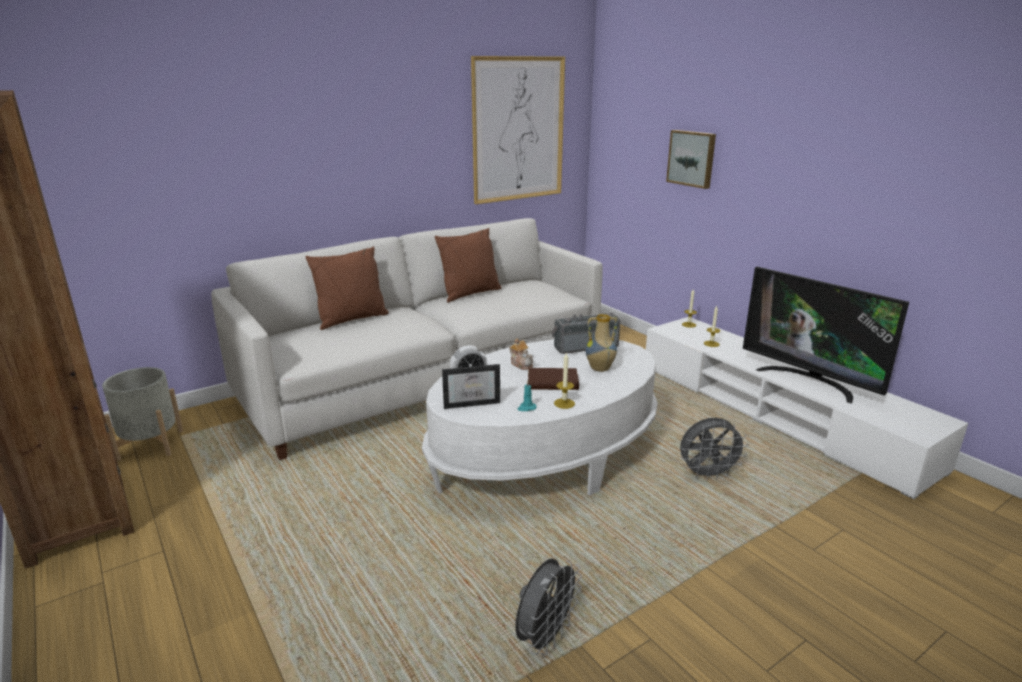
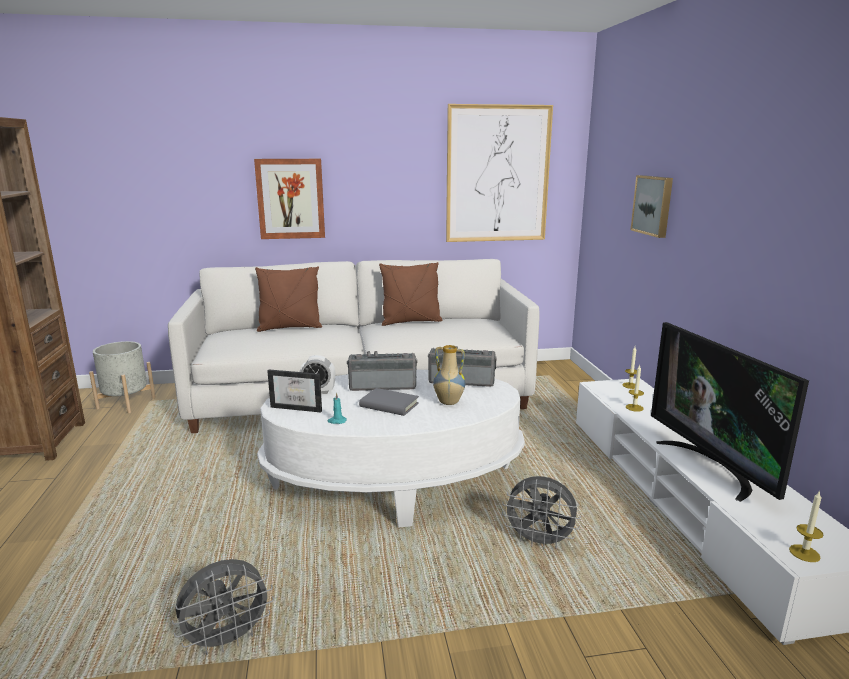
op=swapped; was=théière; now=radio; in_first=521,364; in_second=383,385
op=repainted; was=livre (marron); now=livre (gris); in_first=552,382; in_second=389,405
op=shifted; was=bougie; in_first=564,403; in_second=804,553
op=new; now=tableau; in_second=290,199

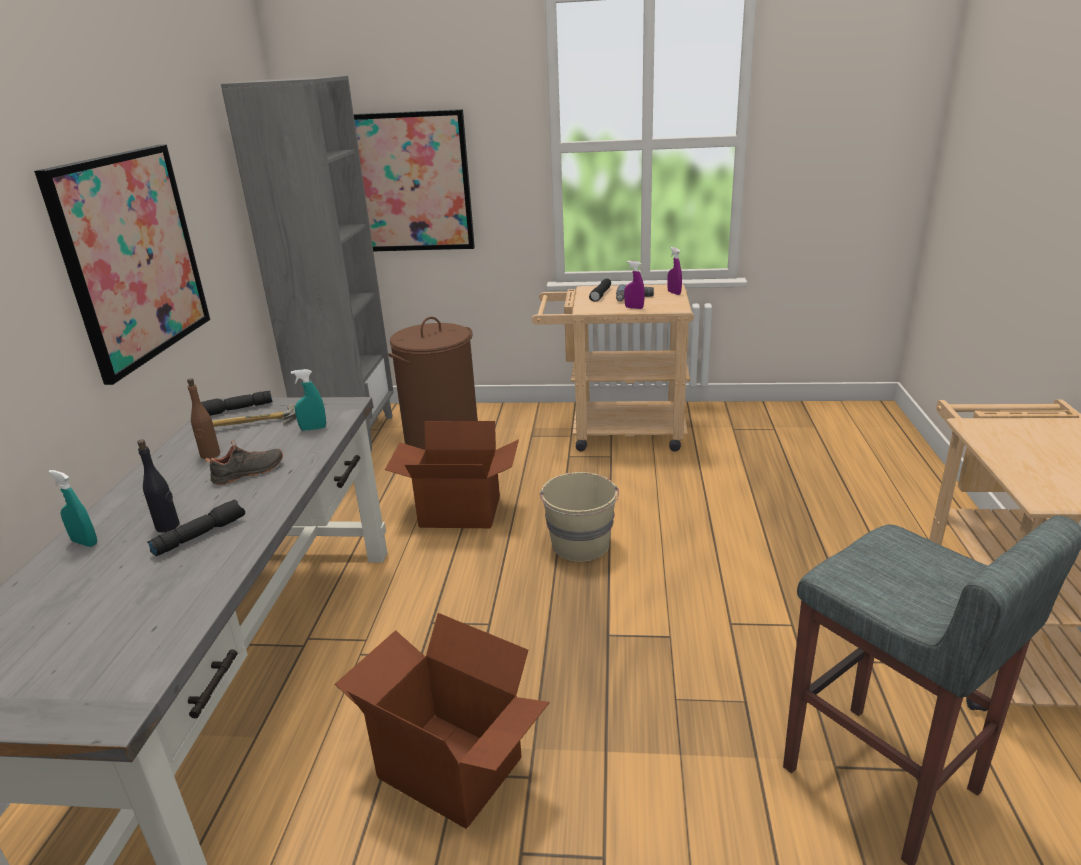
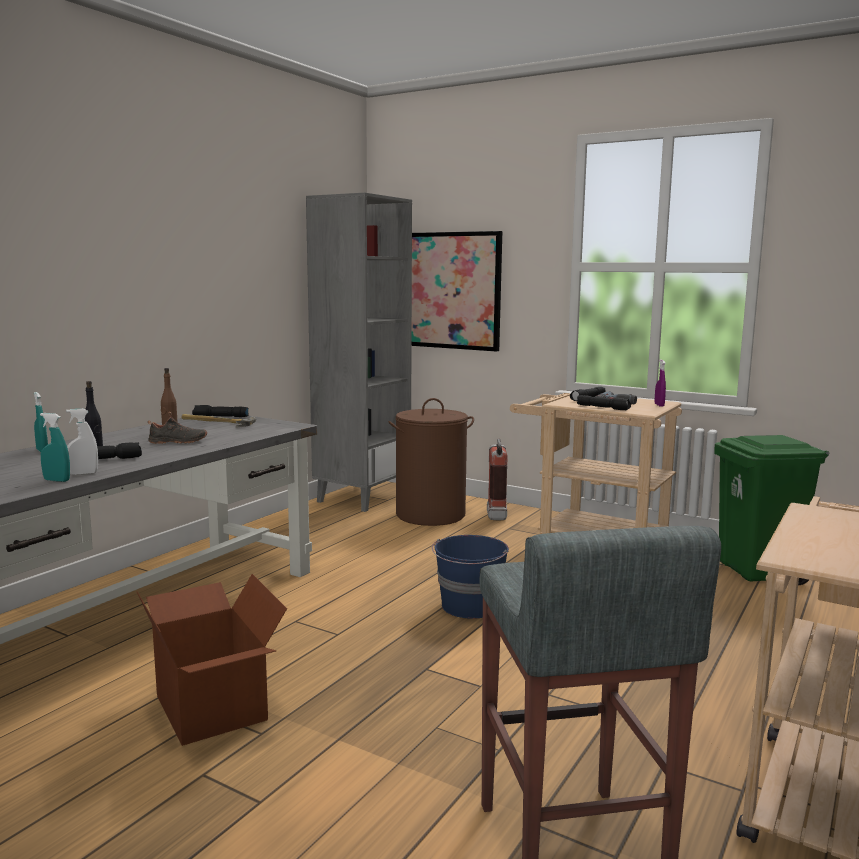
op=gone; was=tableau; in_first=132,257
op=shifted; was=vaporisateur (turquoise); in_first=313,428; in_second=56,480
op=gone; was=carton; in_first=459,512
op=repainted; was=seau (beige); now=seau (bleu); in_first=581,545; in_second=470,606
op=swapped; was=vaporisateur (violet); now=lampe de poche (noir); in_first=634,308; in_second=603,408
op=new; now=vaporisateur (blanc); in_second=83,474
op=new; now=extincteur; in_second=496,514
op=new; now=poubelle (vert); in_second=759,571

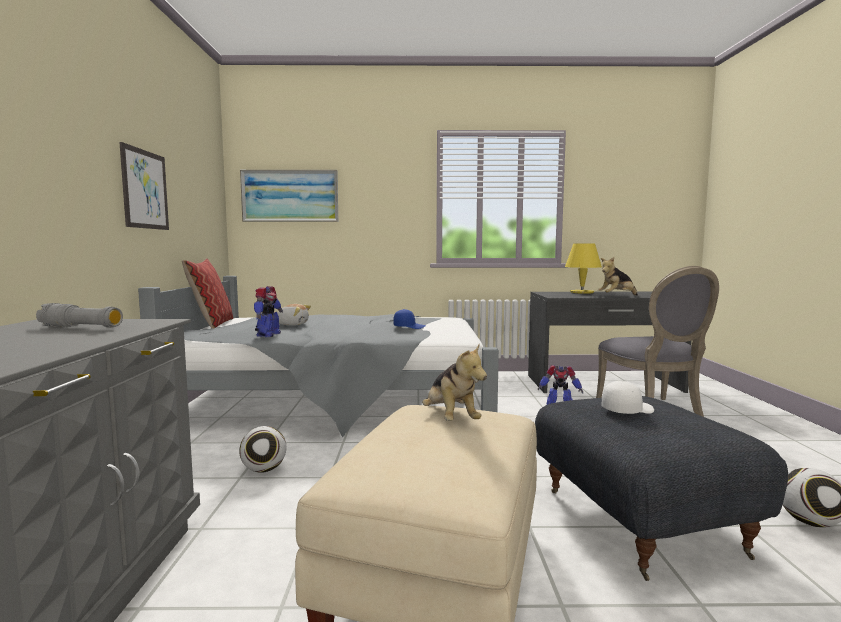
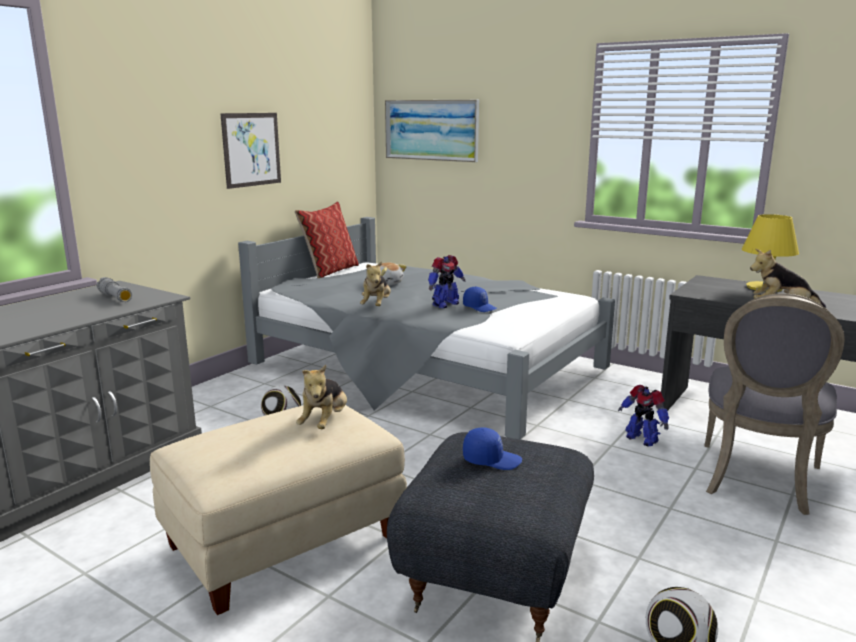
op=shifted; was=robot jouet; in_first=268,335; in_second=444,304
op=repainted; was=casquette (blanc); now=casquette (bleu); in_first=626,410; in_second=491,459
op=new; now=peluche; in_second=376,306

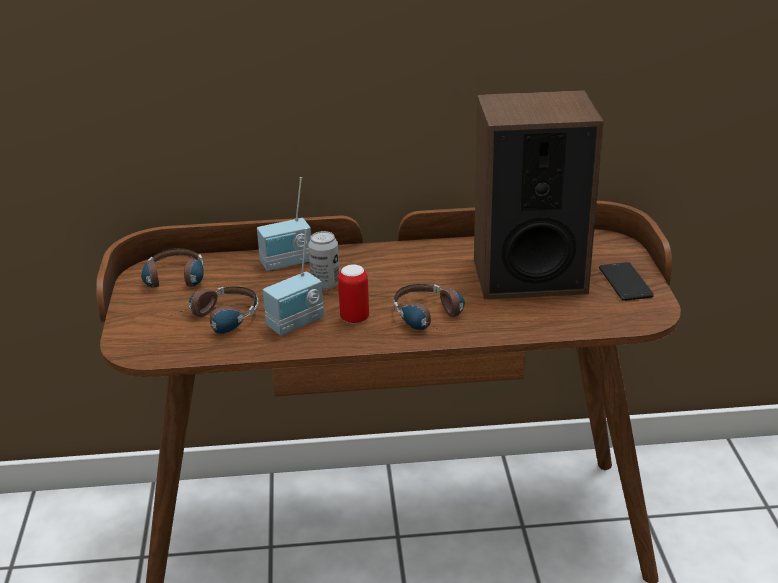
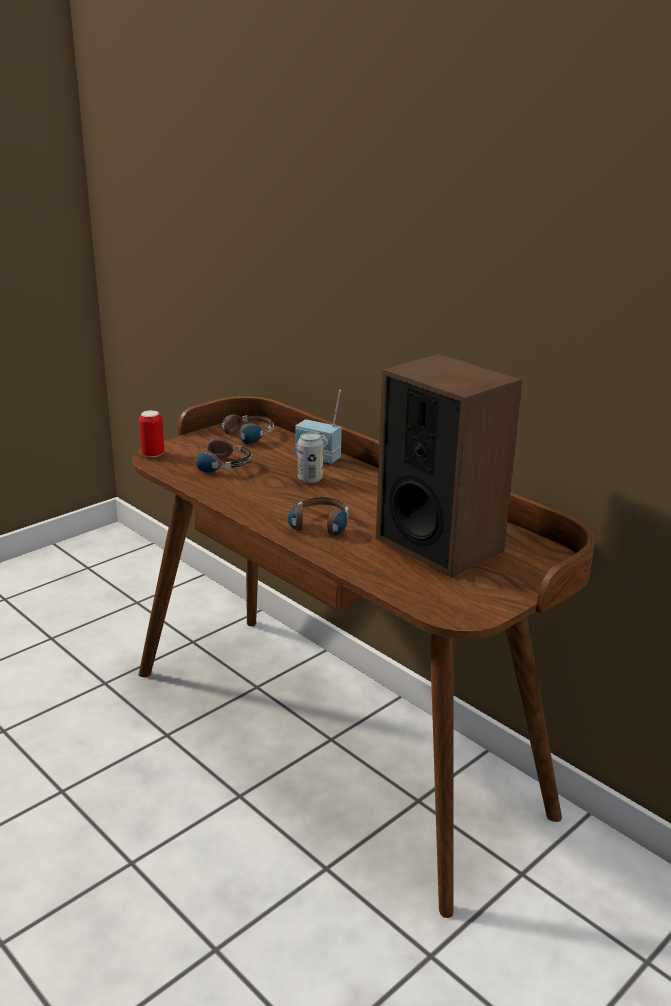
op=gone; was=radio; in_first=297,324
op=shifted; was=boîte métallique; in_first=354,318; in_second=153,454
op=gone; was=téléphone; in_first=625,282

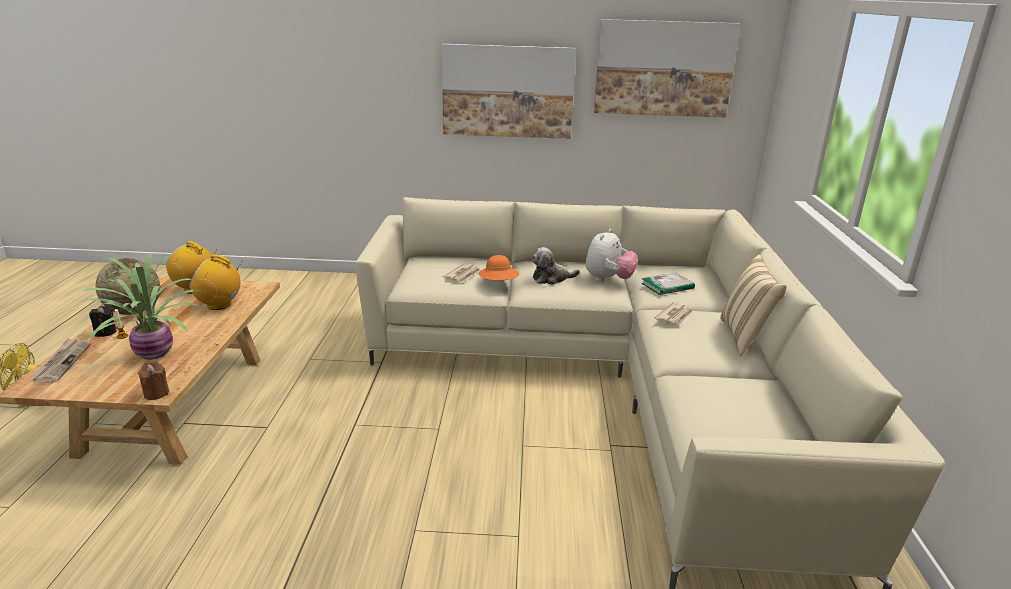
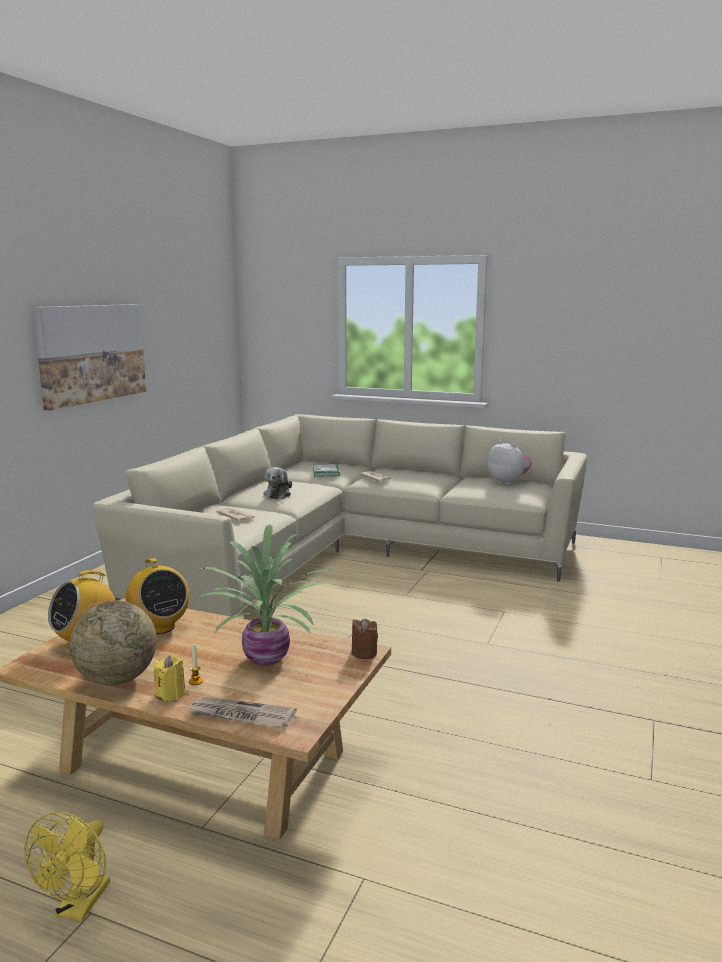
op=repainted; was=bougie (noir); now=bougie (jaune); in_first=105,332; in_second=171,694
op=rotated; was=radio; in_first=219,305; in_second=159,627; clockwise=-60
op=gone; was=chapeau (orange); in_first=498,283
op=shifted; was=peluche; in_first=608,280; in_second=508,482
op=gone; was=tableau; in_first=664,68
op=gone; was=coussin (beige); in_first=745,337

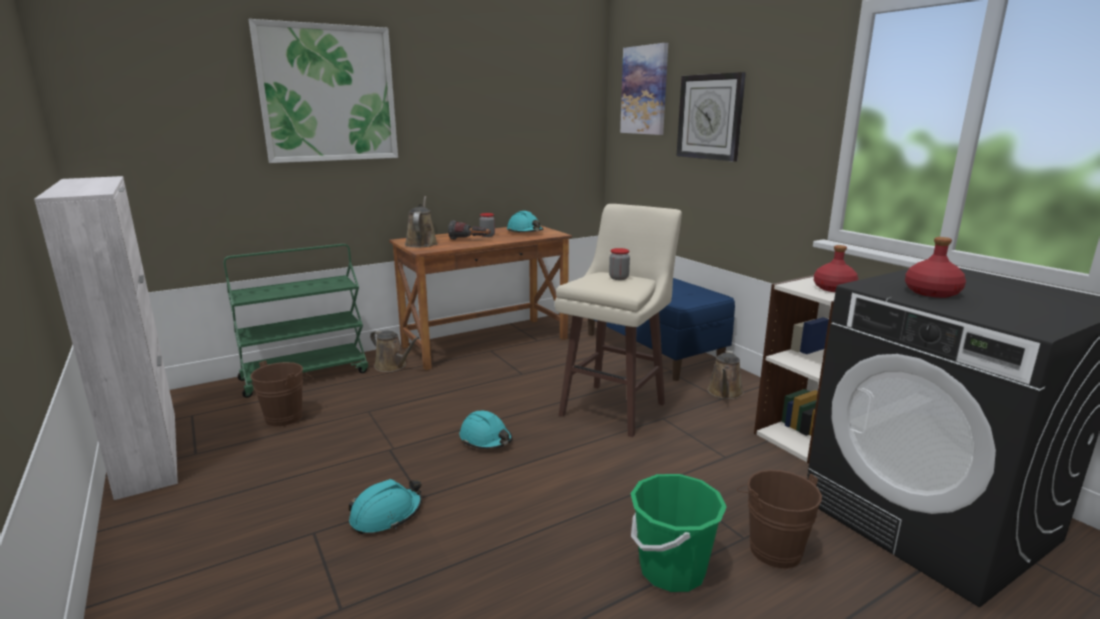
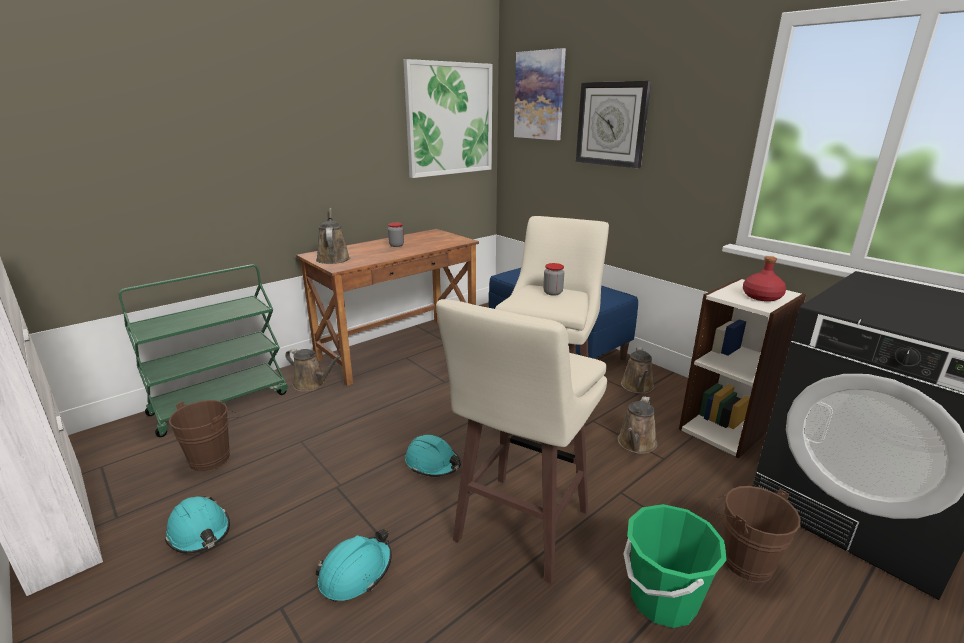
op=shifted; was=tableau; in_first=328,94; in_second=450,119
op=gone; was=lampe de poche; in_first=470,240
op=shifted; was=casque de chantier (turquoise); in_first=525,232; in_second=200,532
op=gone; was=bouteille (rouge); in_first=931,292
op=new; now=tabouret (beige); in_second=519,527
op=new; now=arrosoir (marron); in_second=636,444

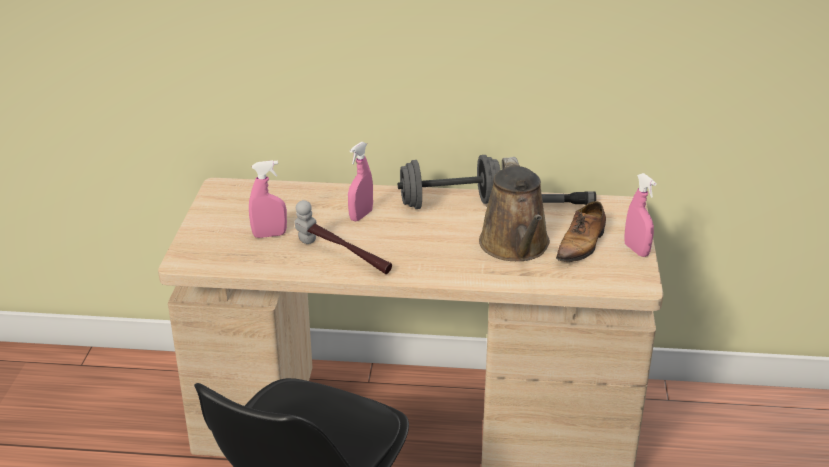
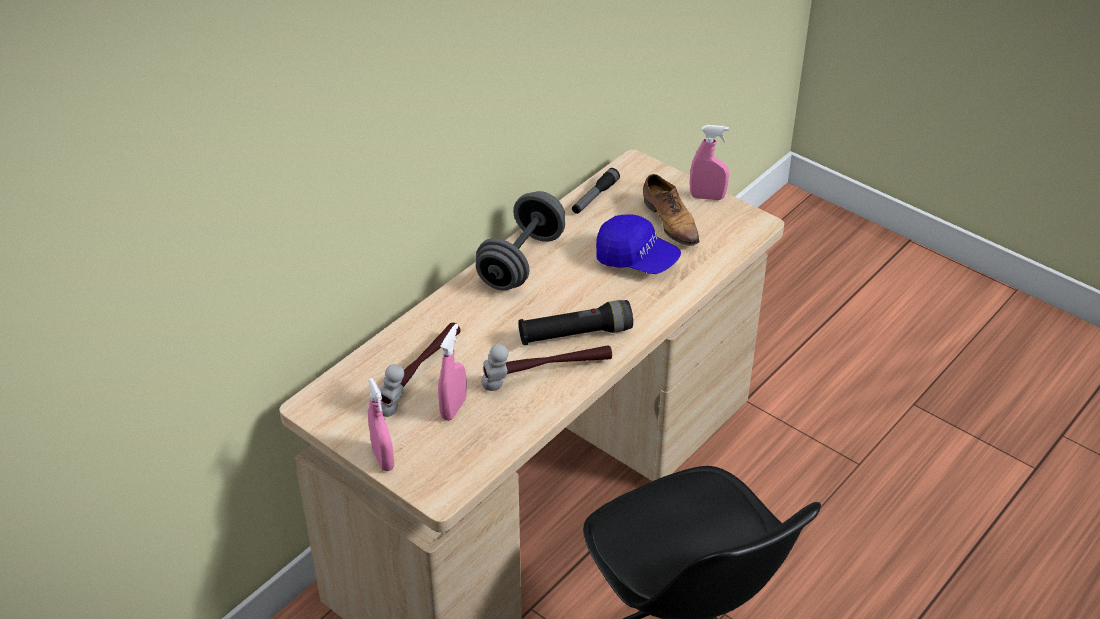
op=shifted; was=vaporisateur (rose); in_first=361,215; in_second=383,458
op=swapped; was=arrosoir (marron); now=casquette (bleu); in_first=516,246; in_second=636,259
op=new; now=marteau; in_second=421,376
op=new; now=lampe de poche (noir); in_second=575,334

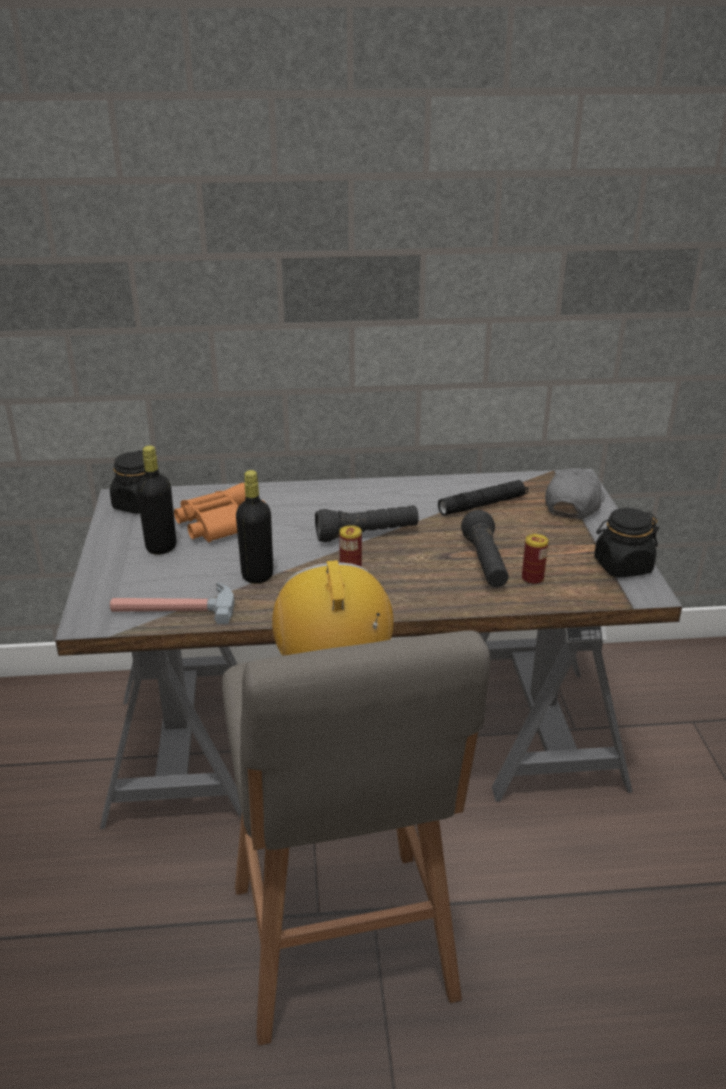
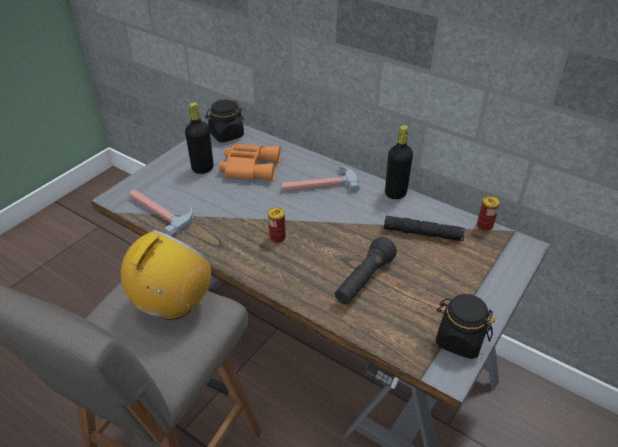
op=shifted; was=bouteille (noir); in_first=257,575; in_second=395,193
op=gone; was=lampe de poche (noir); in_first=367,534
op=shifted; was=boîte métallique; in_first=532,578; in_second=484,226
op=gone; was=casquette (gris); in_first=574,504
op=new; now=marteau; in_second=318,184

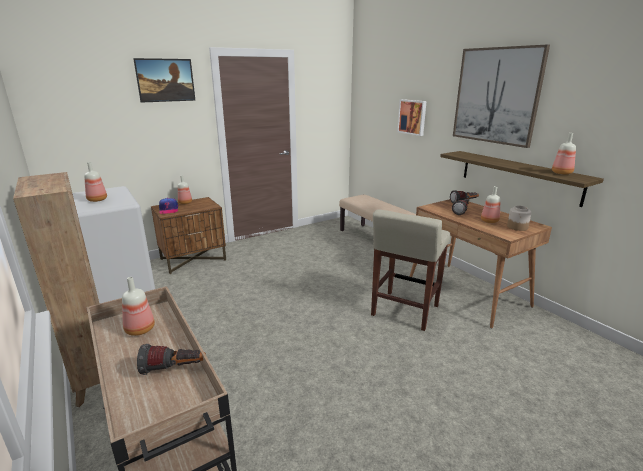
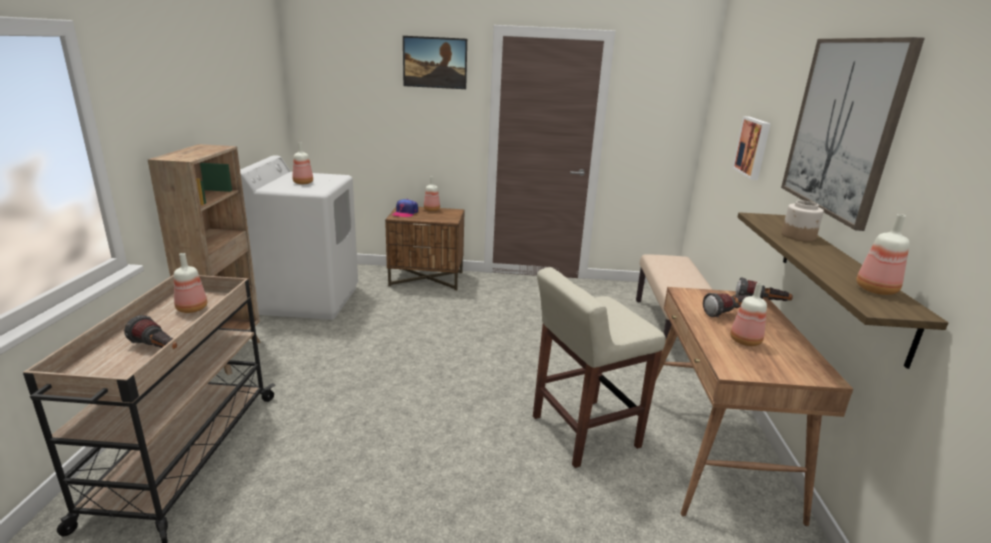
op=shifted; was=bocal; in_first=517,227; in_second=798,236

